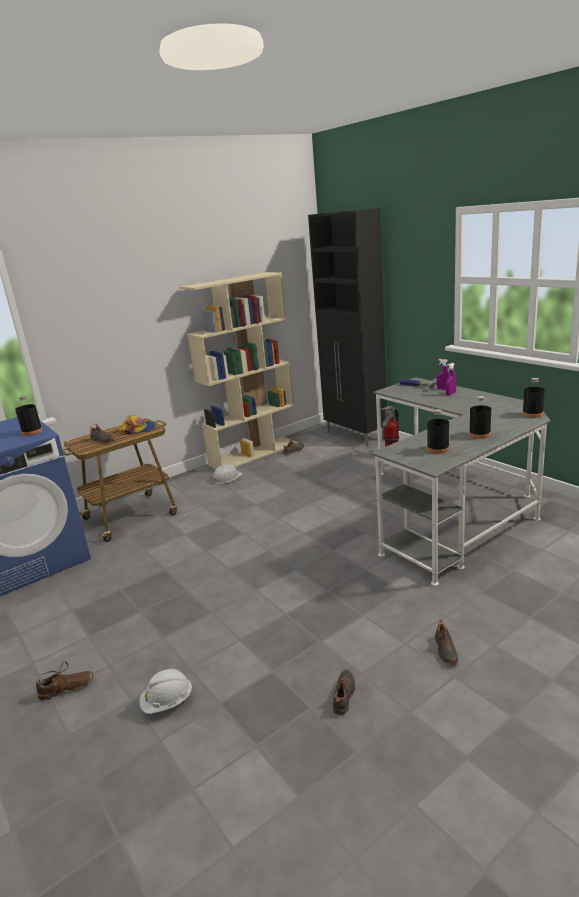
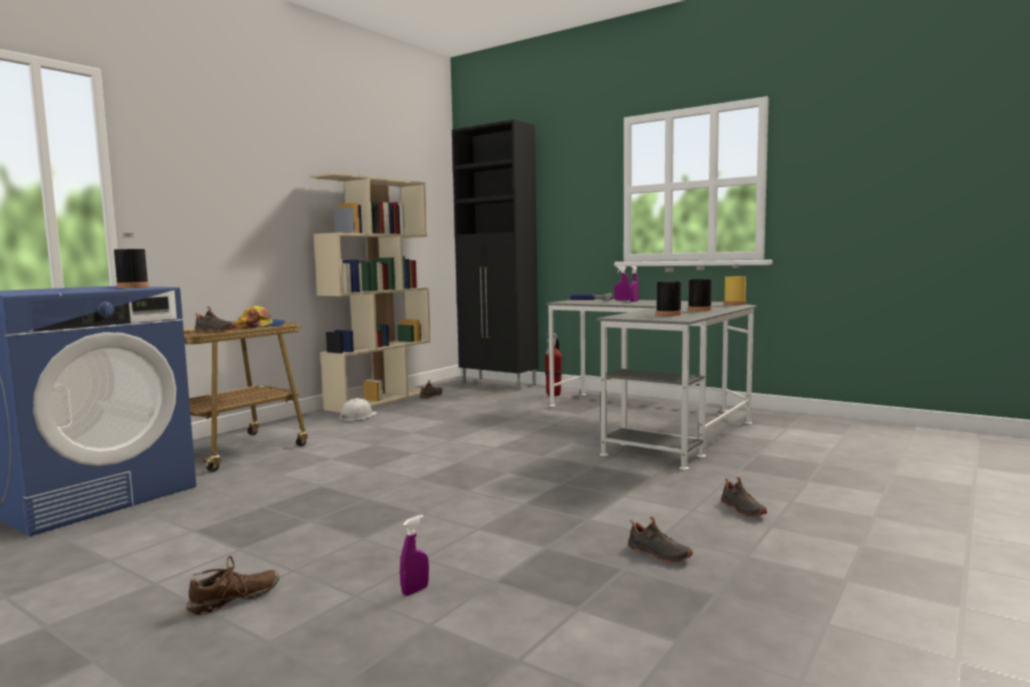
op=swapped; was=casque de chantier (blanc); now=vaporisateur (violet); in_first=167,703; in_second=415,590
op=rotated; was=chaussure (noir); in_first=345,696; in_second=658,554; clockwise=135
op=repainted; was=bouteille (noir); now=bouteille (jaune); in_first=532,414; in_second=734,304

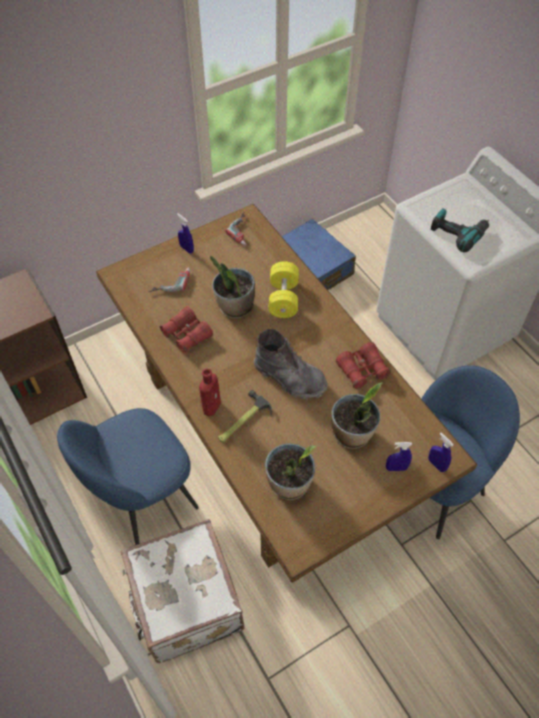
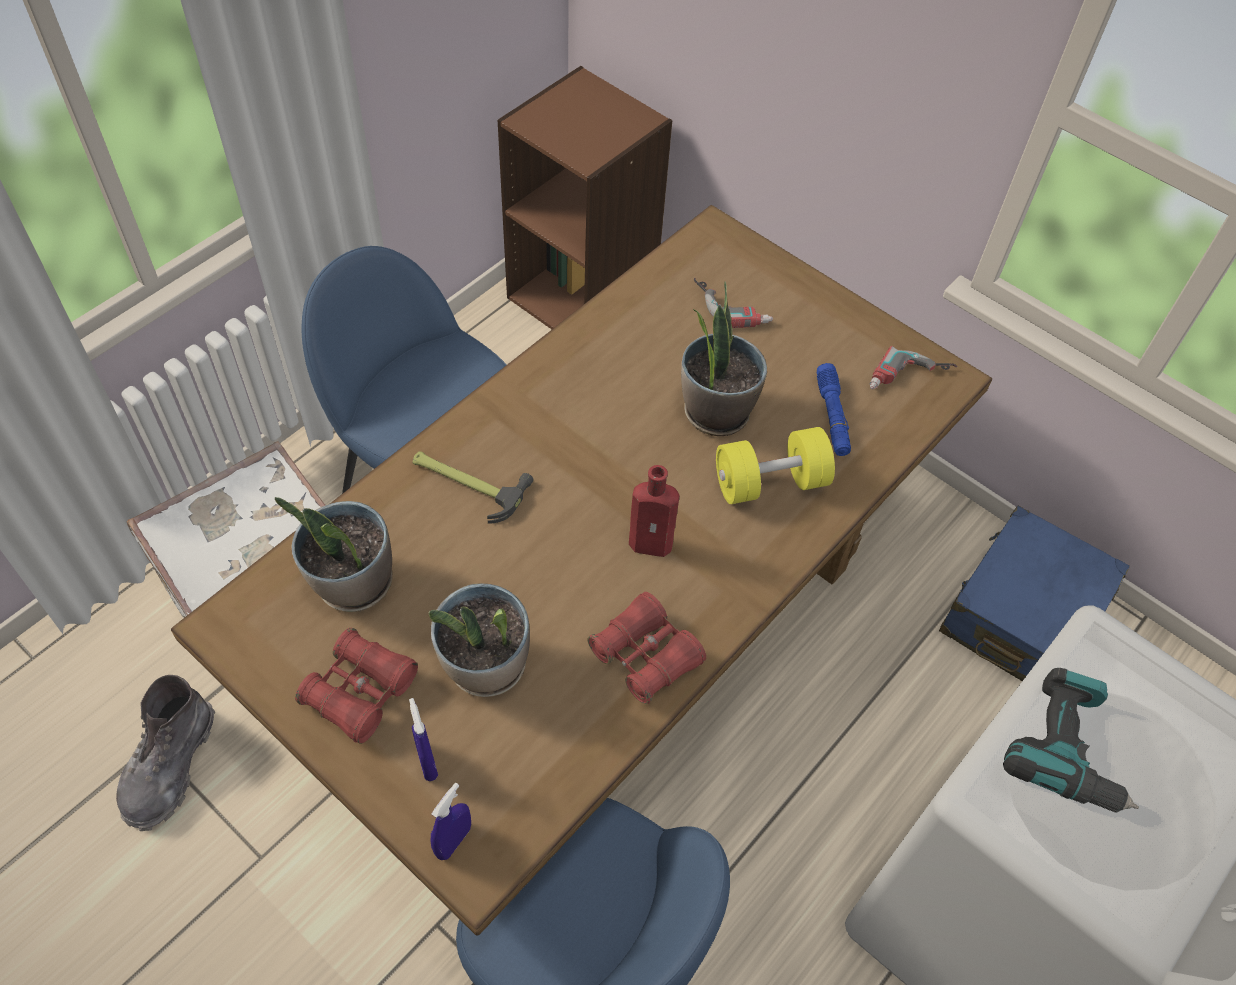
op=shifted; was=jumelles (rouge); in_first=187,335; in_second=360,692
op=gone; was=vaporisateur (bleu); in_first=186,249
op=shifted; was=bouteille (rouge); in_first=212,405; in_second=654,544
op=shifted; was=botte (gris); in_first=290,378; in_second=170,767
op=new; now=lampe de poche (bleu); in_second=832,416

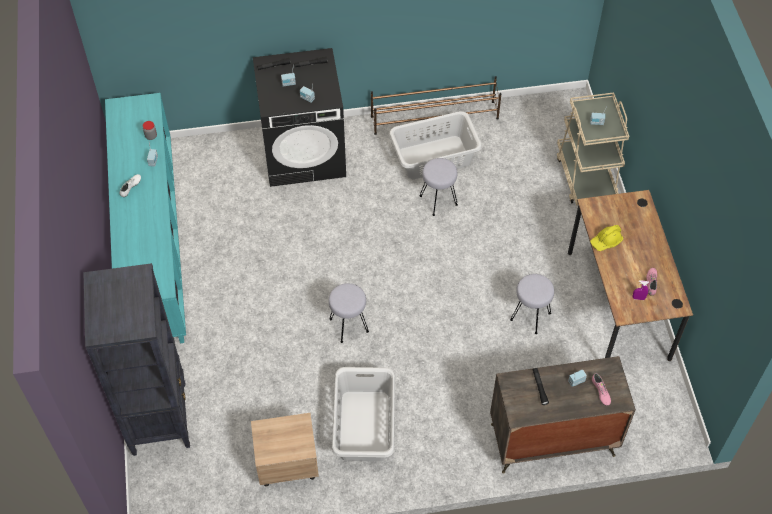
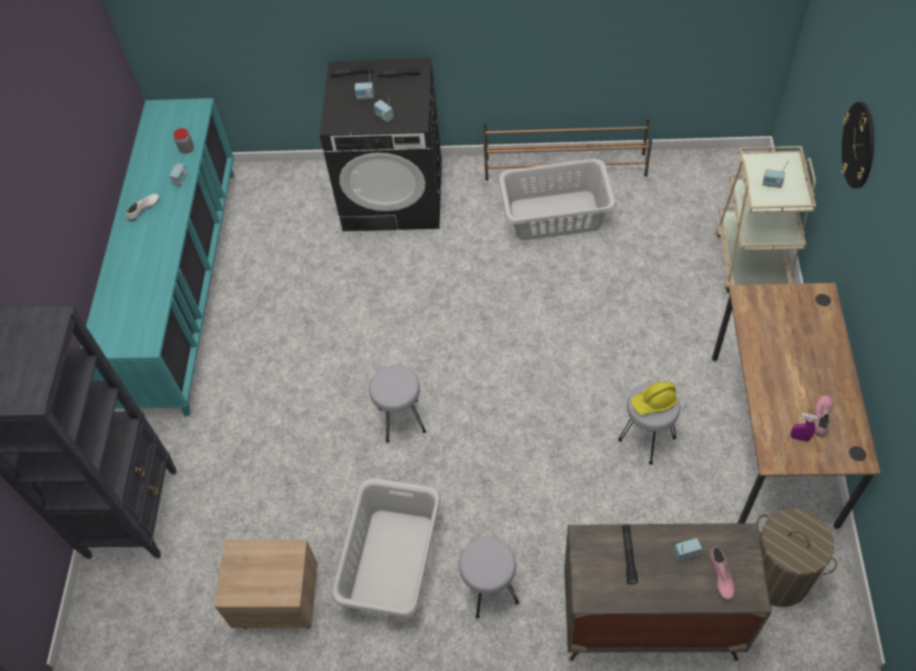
op=shifted; was=tabouret (gris); in_first=438,200; in_second=489,590
op=shifted; was=casque de chantier (jaune); in_first=606,241; in_second=654,402
op=new; now=panier à linge; in_second=777,576
op=new; now=horloge murale; in_second=859,145

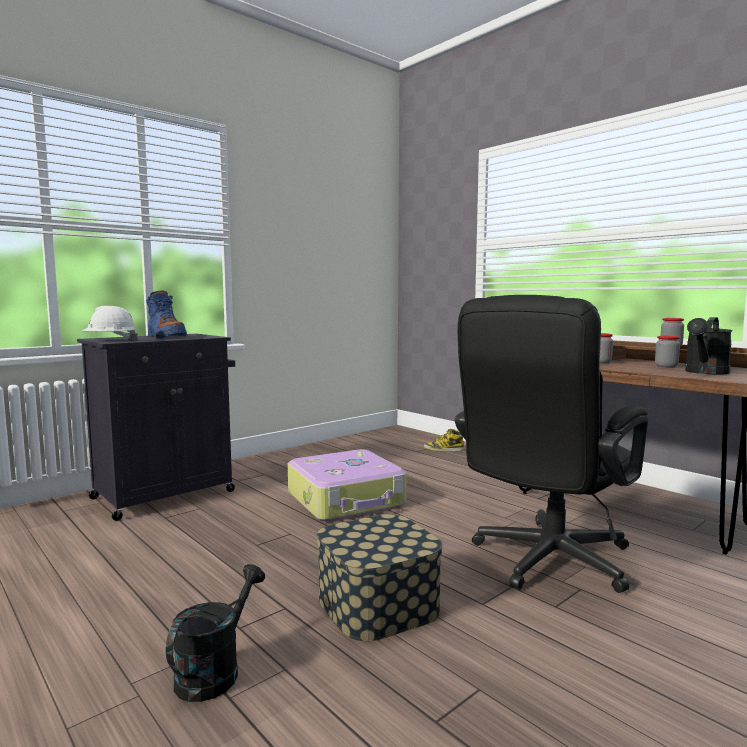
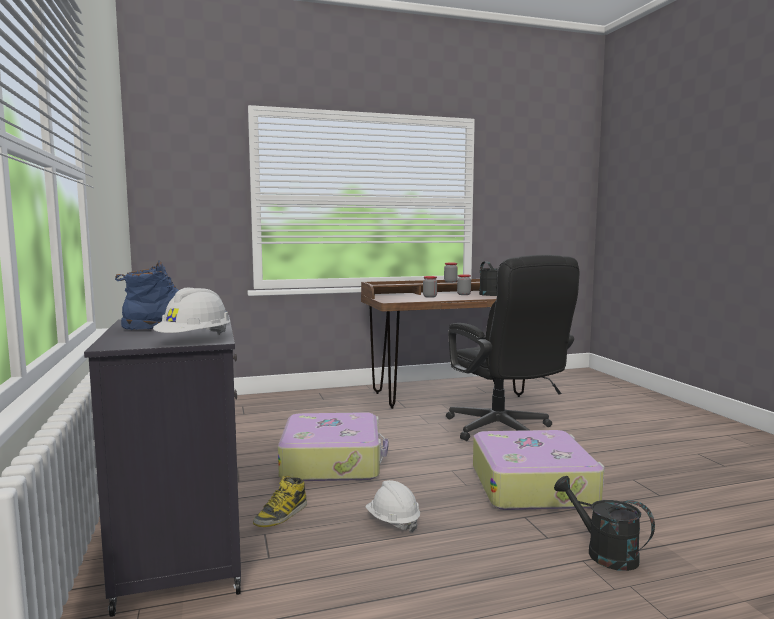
op=swapped; was=boîte de rangement; now=valise; in_first=378,604; in_second=534,485
op=shifted; was=botte; in_first=443,449; in_second=281,515
op=new; now=casque de chantier (blanc); in_second=393,522

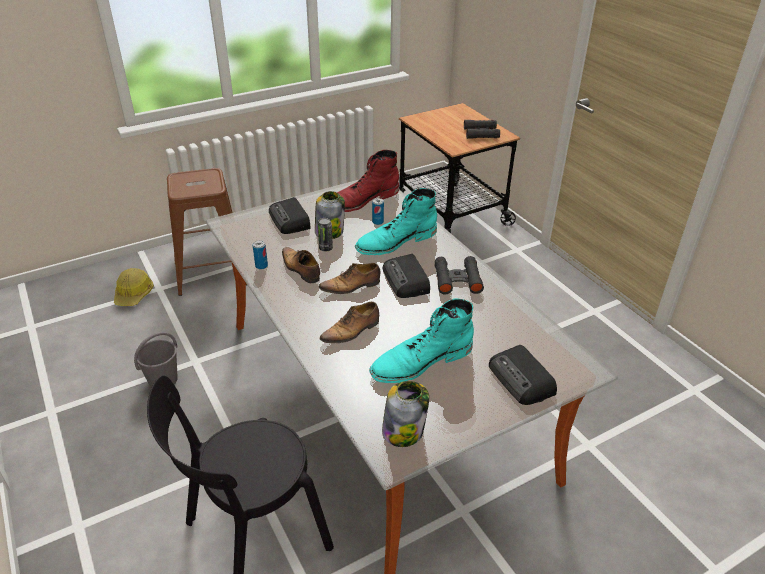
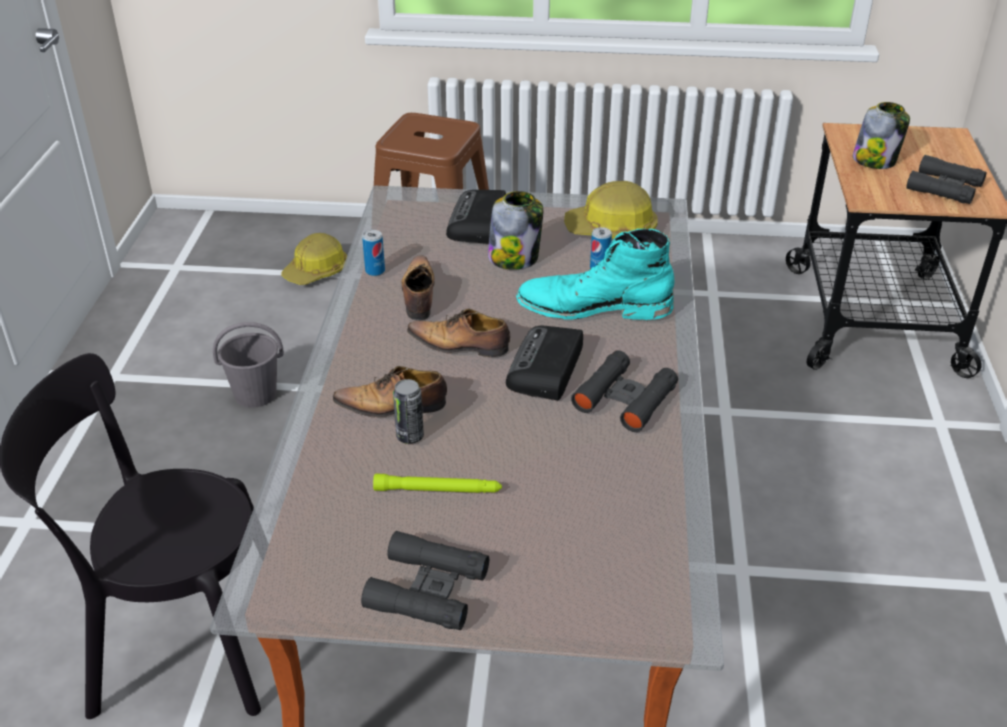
op=shifted; was=boîte métallique; in_first=326,248; in_second=410,436
op=swapped; was=botte (rouge); now=casque de chantier; in_first=362,200; in_second=611,229
op=swapped; was=botte (turquoise); now=lampe de poche (vert); in_first=421,362; in_second=438,490
op=shifted; was=bocal; in_first=403,431; in_second=875,160
op=gone; was=radio; in_first=522,380
op=new; now=jumelles (noir); in_second=427,590

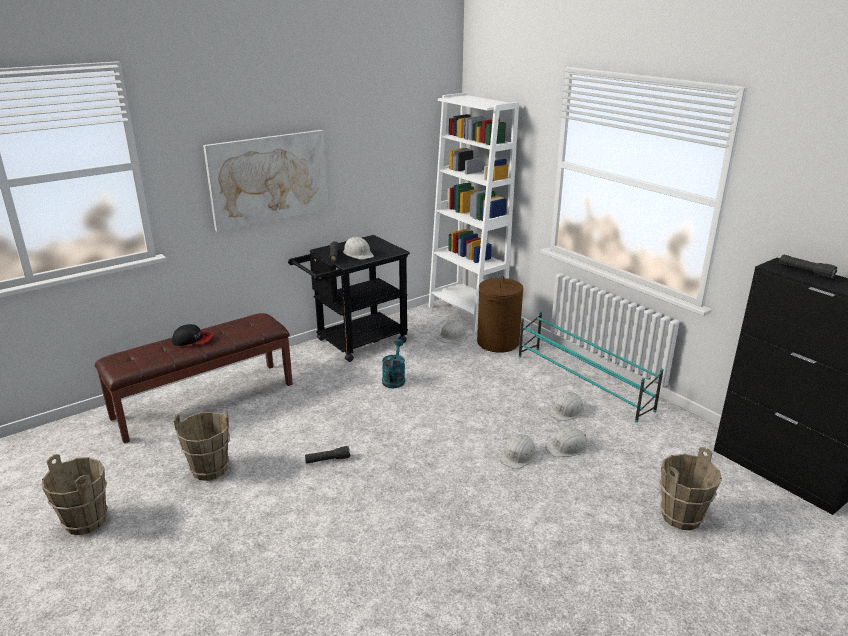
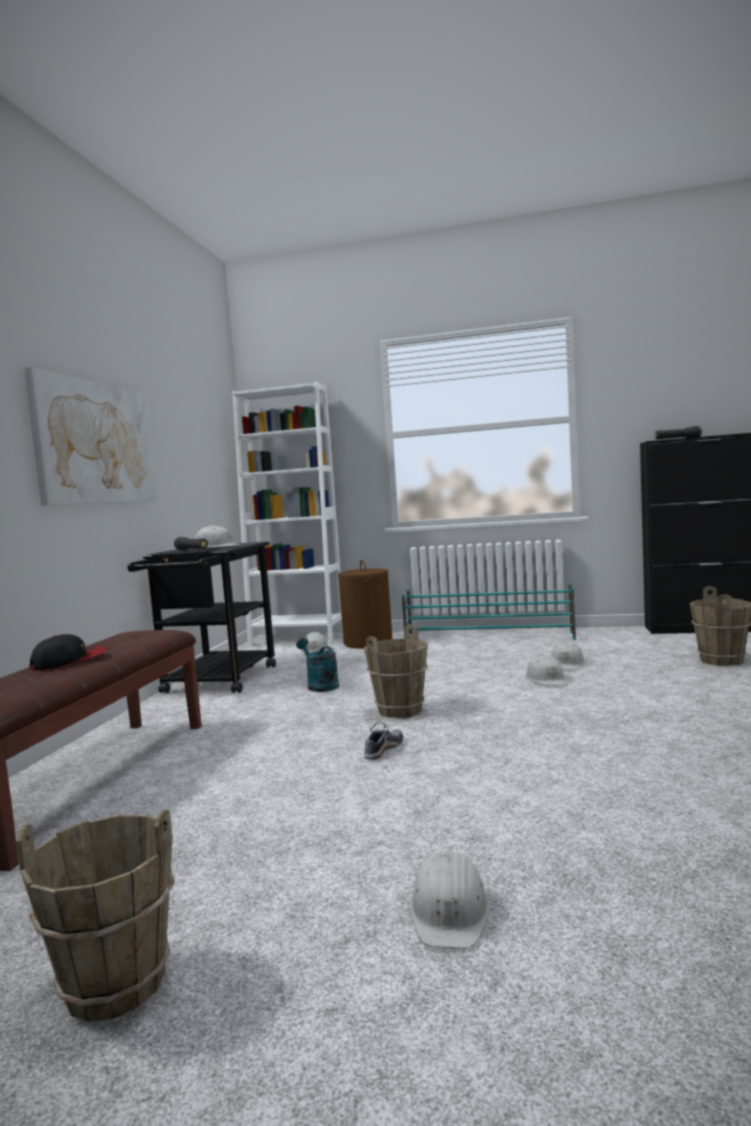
op=shifted; was=seau (marron); in_first=210,470; in_second=400,710
op=swapped; was=lampe de poche (noir); now=chaussure; in_first=327,460; in_second=383,749
op=shifted; was=casque de chantier (blanc); in_first=567,411; in_second=450,911

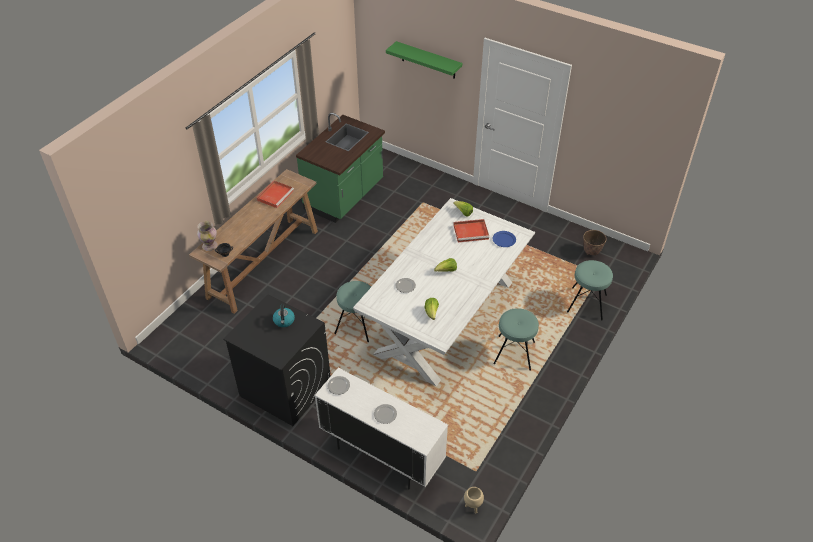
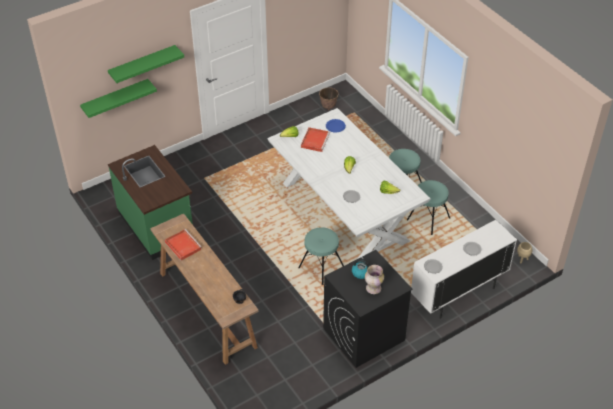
op=shifted; was=vase; in_first=209,246; in_second=373,288
op=shifted; was=tabouret (turquoise); in_first=586,303; in_second=428,219
op=new; now=étagère (vert); in_second=115,98

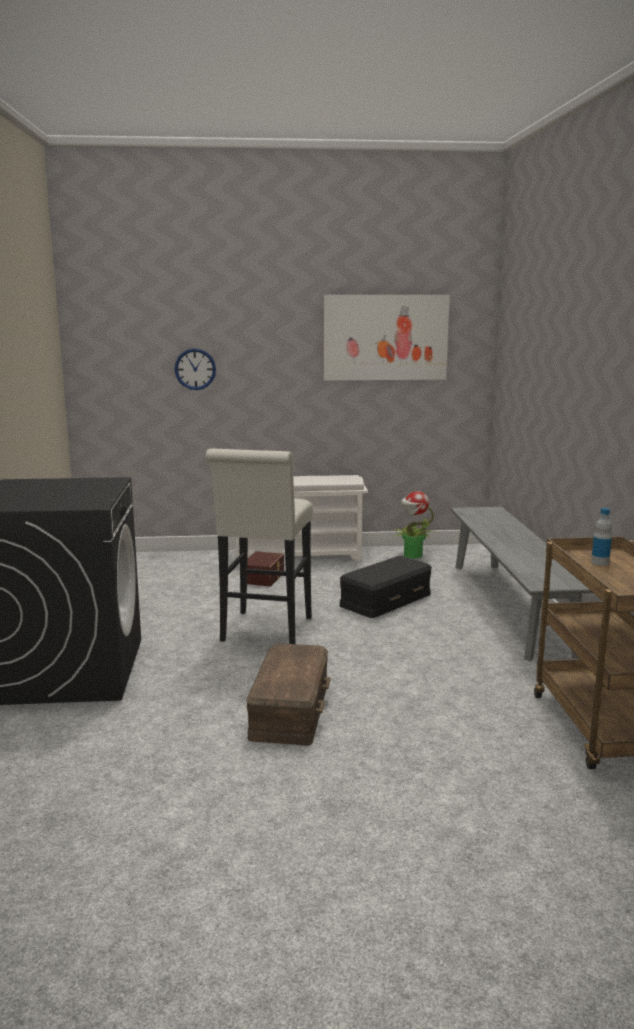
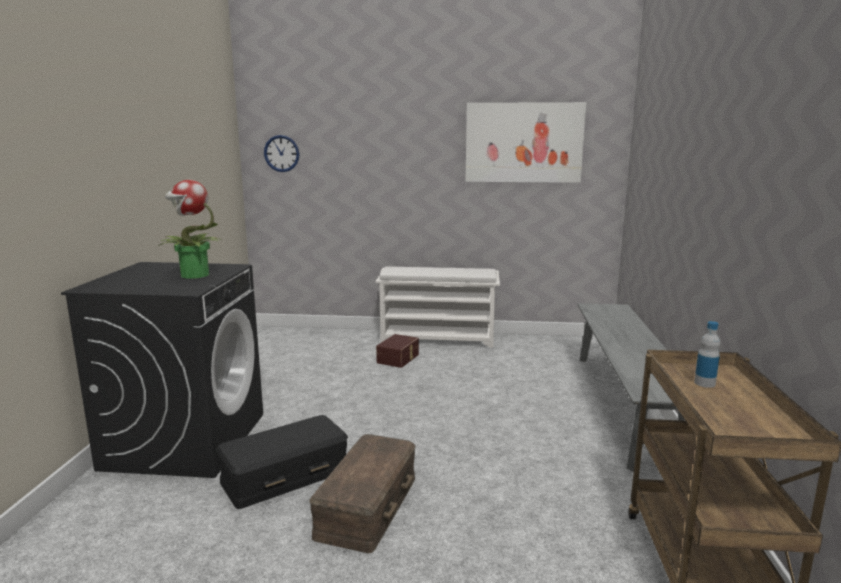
op=shifted; was=horloge murale; in_first=195,369; in_second=281,153
op=gone; was=tabouret (blanc); in_first=264,632
op=shifted; was=boîte de rangement (noir); in_first=385,599; in_second=285,474
op=shifted; was=plante en pot; in_first=412,555; in_second=193,275

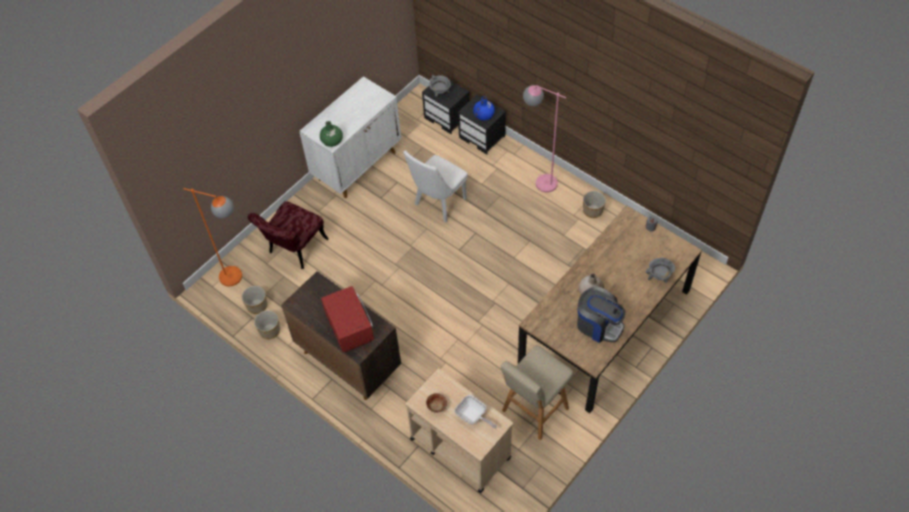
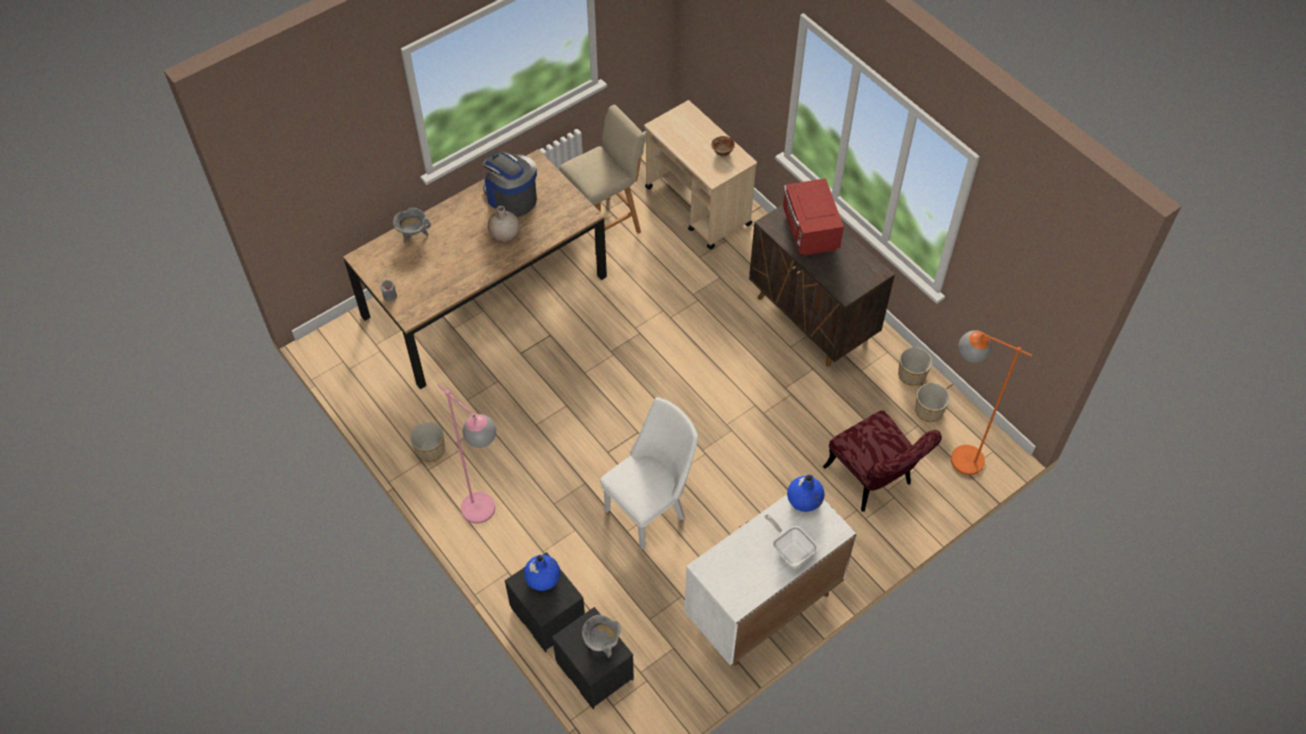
op=rotated; was=chaise (rouge); in_first=294,250; in_second=873,481; clockwise=105
op=repainted; was=vase (vert); now=vase (bleu); in_first=332,141; in_second=804,500
op=shifted; was=poêle; in_first=473,417; in_second=790,550

